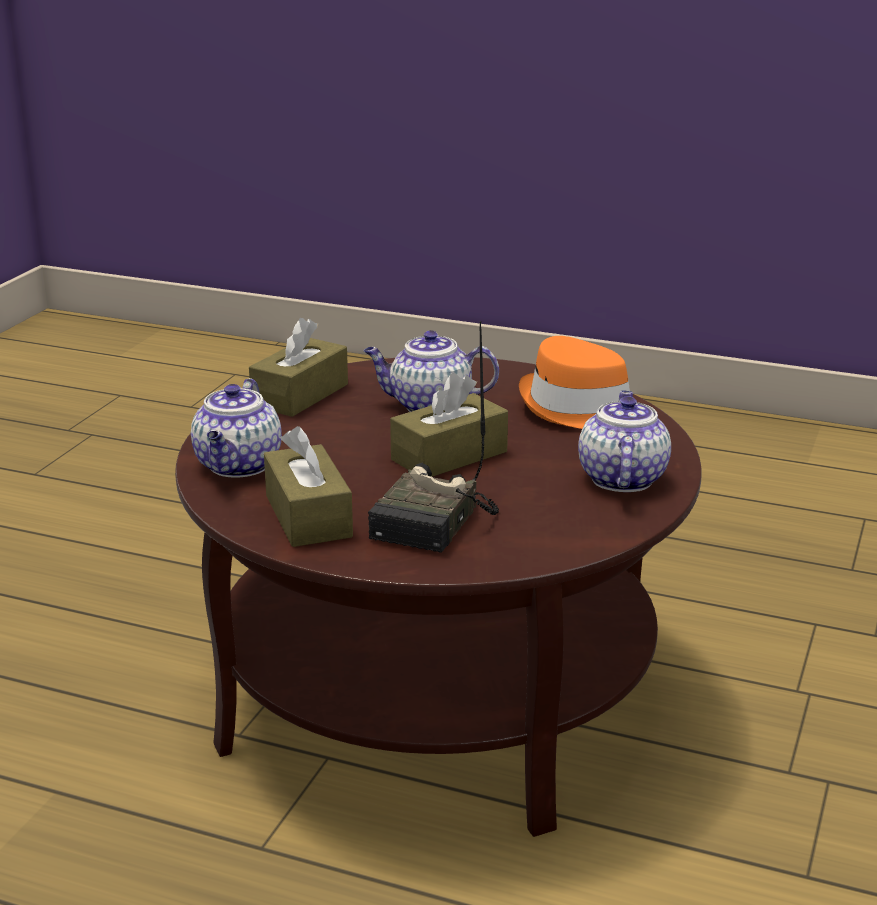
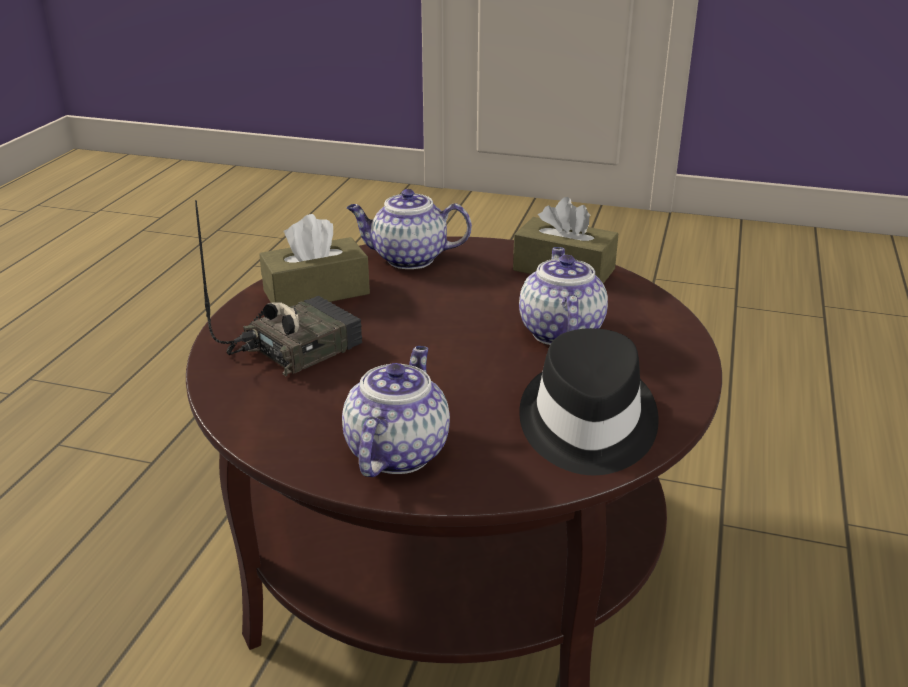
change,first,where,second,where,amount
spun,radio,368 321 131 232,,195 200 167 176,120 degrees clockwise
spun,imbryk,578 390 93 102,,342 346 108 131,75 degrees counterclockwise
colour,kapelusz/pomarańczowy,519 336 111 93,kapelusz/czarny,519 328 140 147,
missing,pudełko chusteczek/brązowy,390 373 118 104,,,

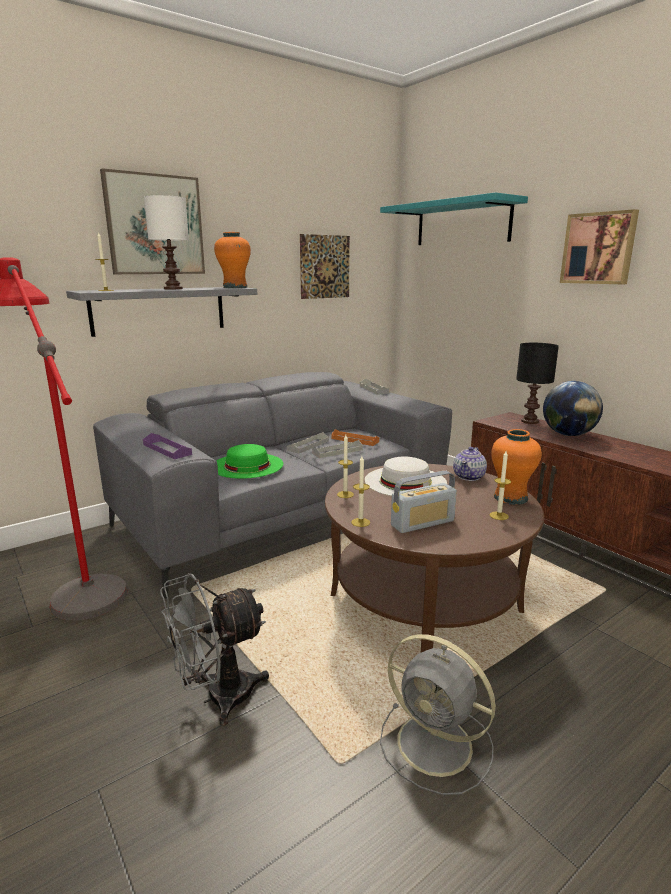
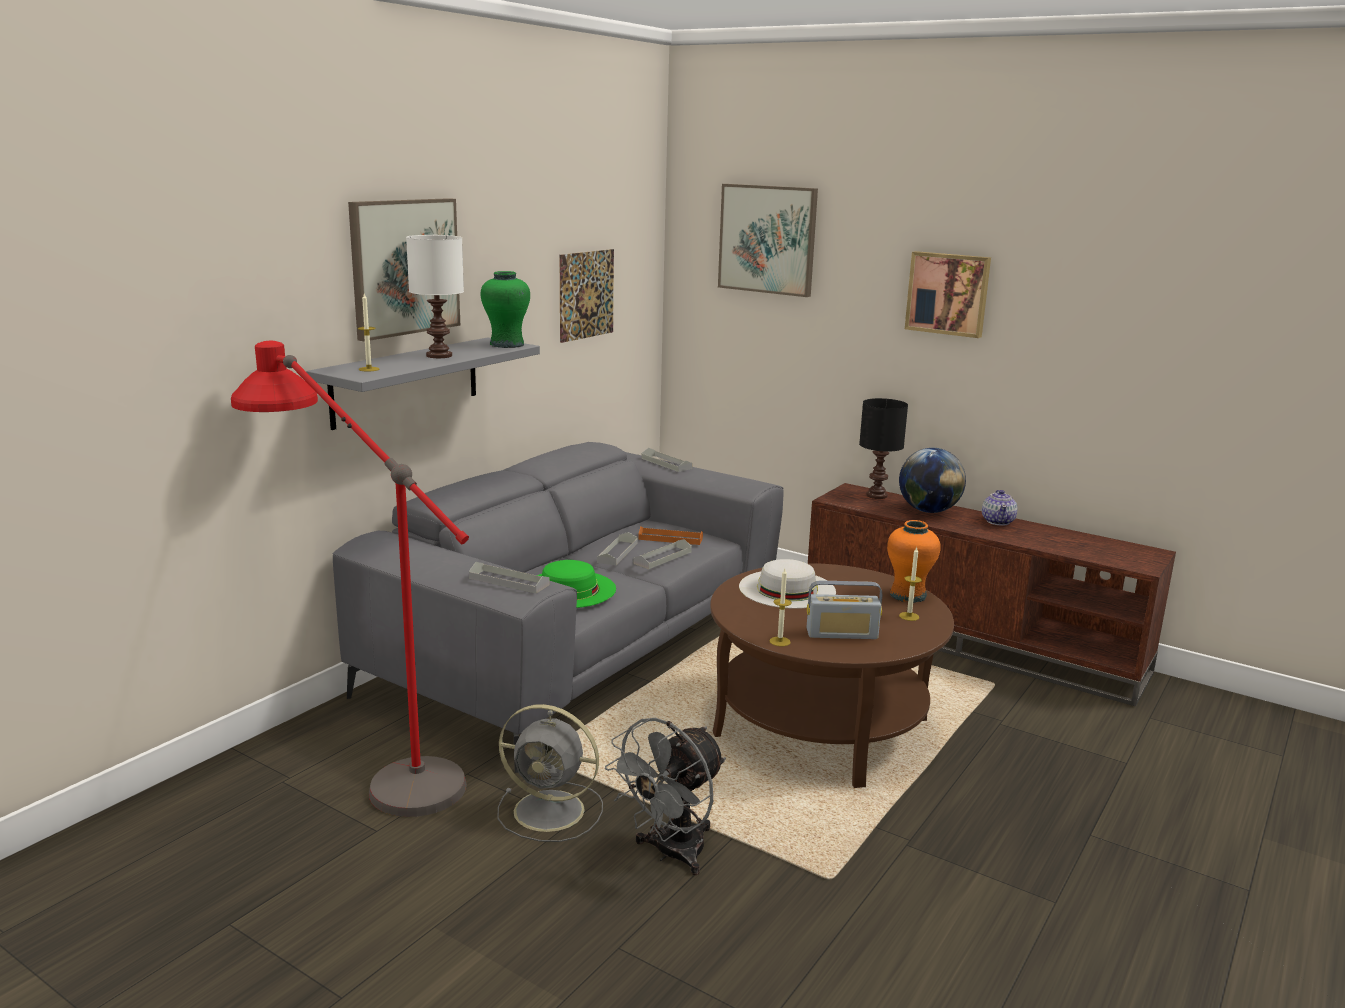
change,first,where,second,where,amount
colour,taca/fioletowy,143 433 49 26,taca/szary,469 562 81 32,
colour,wazon/pomarańczowy,214 232 37 56,wazon/zielony,481 271 49 77,
relocated,wentylator/szary,380 634 116 161,,497 704 106 138,
exchanged,półka/turkusowy,380 192 148 53,obraz,718 184 100 113,
spun,radio,391 471 66 62,,807 580 75 59,45 degrees clockwise
relocated,imbryk,453 447 34 34,,982 490 36 36,
missing,świeca,337 435 17 63,,,

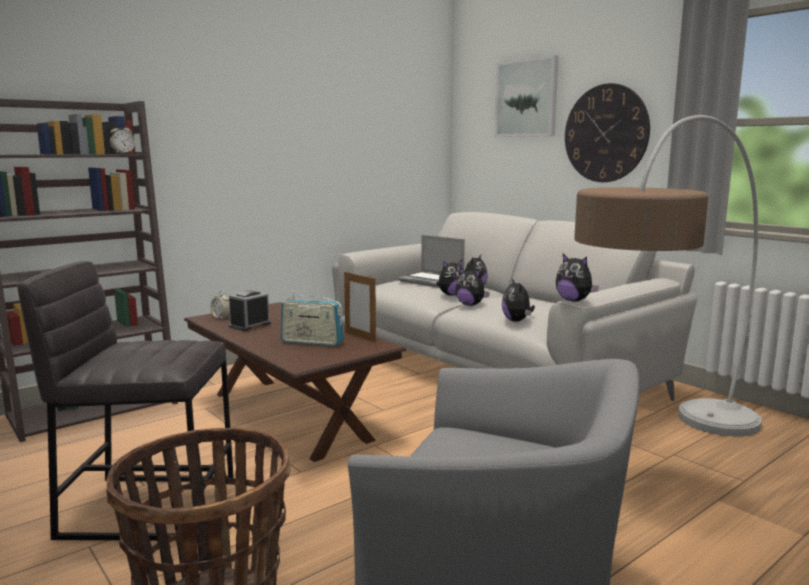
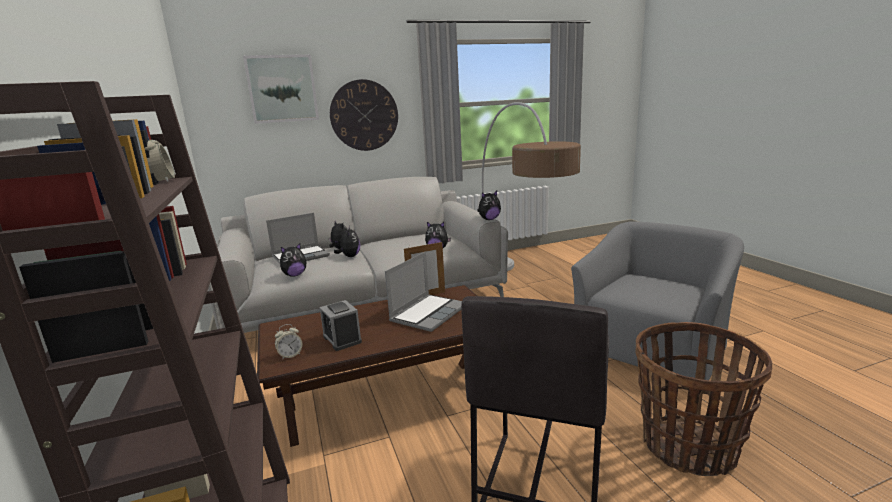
change,first,where,second,where,amount
relocated,pluszak,455 267 35 39,,280 243 26 34,
exchanged,radio,281 291 63 55,laptop,385 252 77 80,

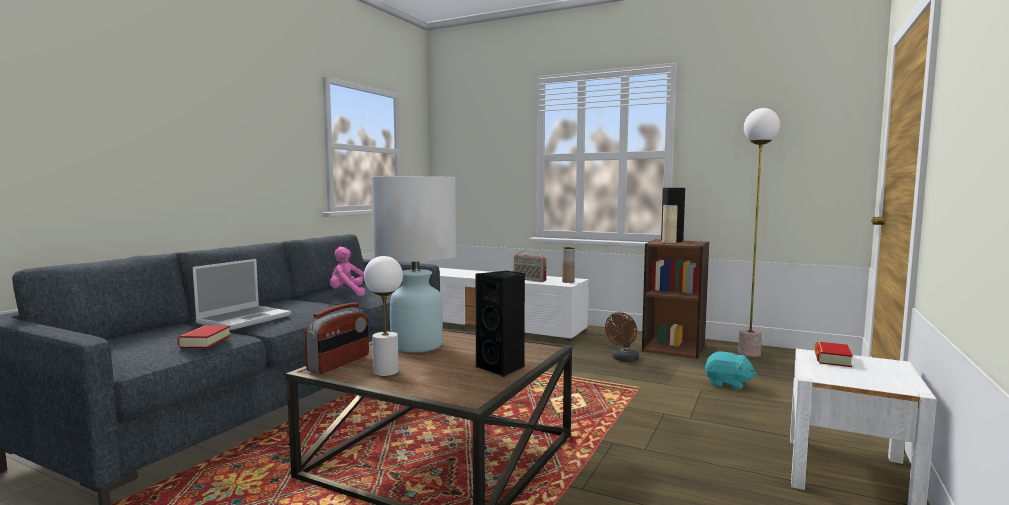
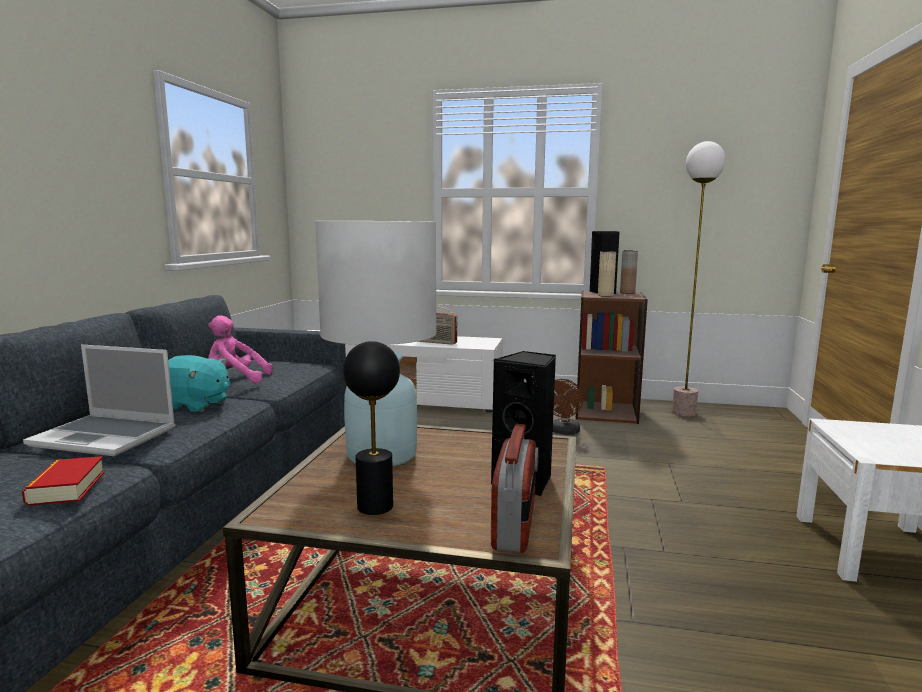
change,first,where,second,where,amount
spun,laptop,192 259 99 71,,23 345 153 111,90 degrees clockwise
relocated,pluszak/turkusowy,705 352 52 38,,168 355 62 57,
colour,lampa stołowa/biały,364 256 39 120,lampa stołowa/czarny,343 341 57 174,
relocated,radio,305 303 64 71,,491 424 48 129,
relocated,wazon/brązowy,562 247 13 36,,620 250 18 44,
missing,książka,815 342 38 25,,,

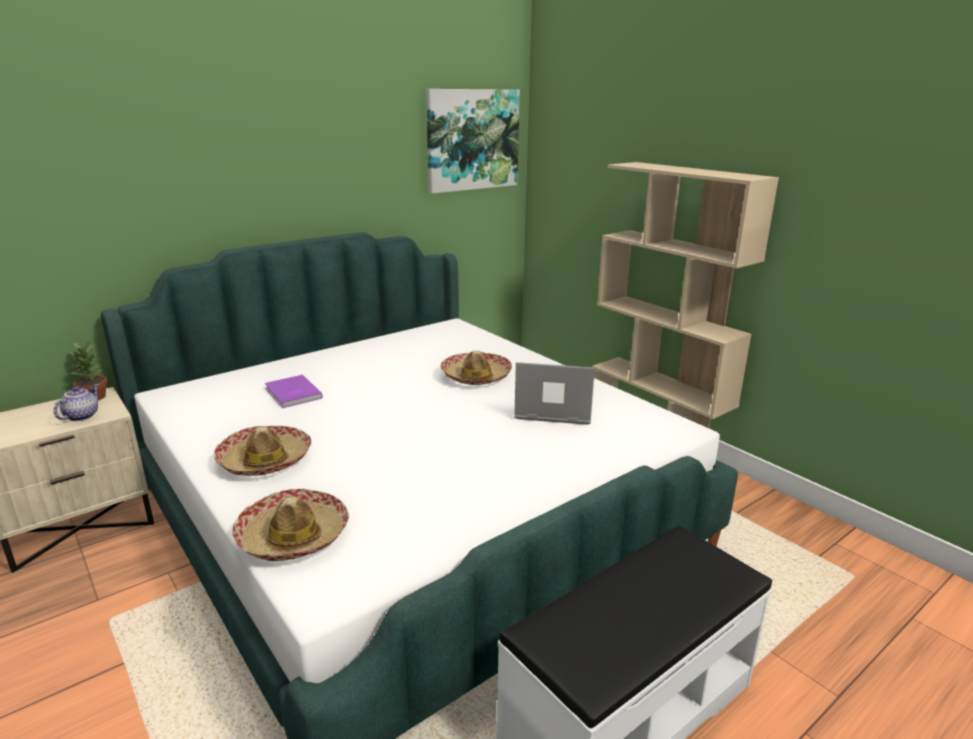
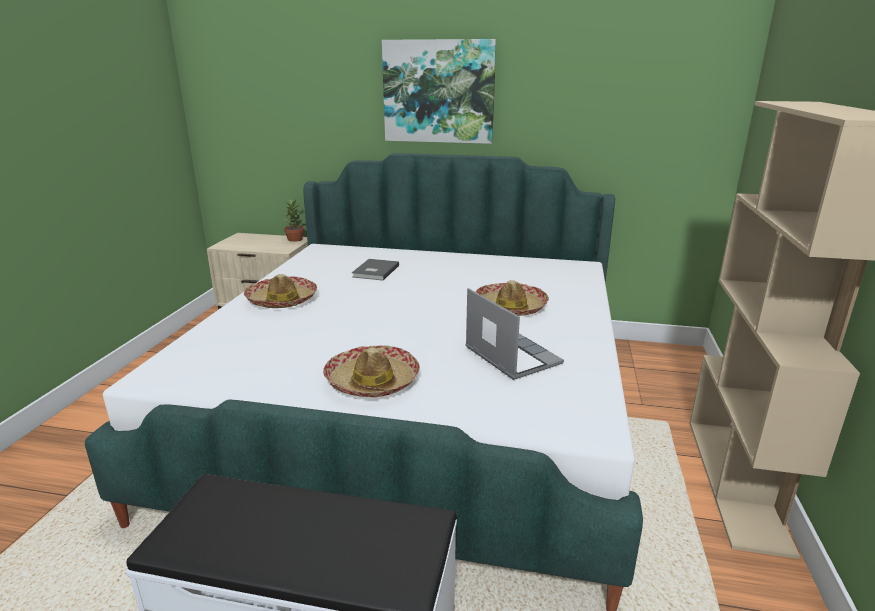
change,first,where,second,where,amount
relocated,kapelusz,232 489 117 72,,323 345 97 52,
colour,książka/fioletowy,265 375 58 33,książka/szary,352 259 47 22,
relocated,obraz,426 89 94 104,,382 39 114 105,
missing,imbryk,54 384 45 37,,,

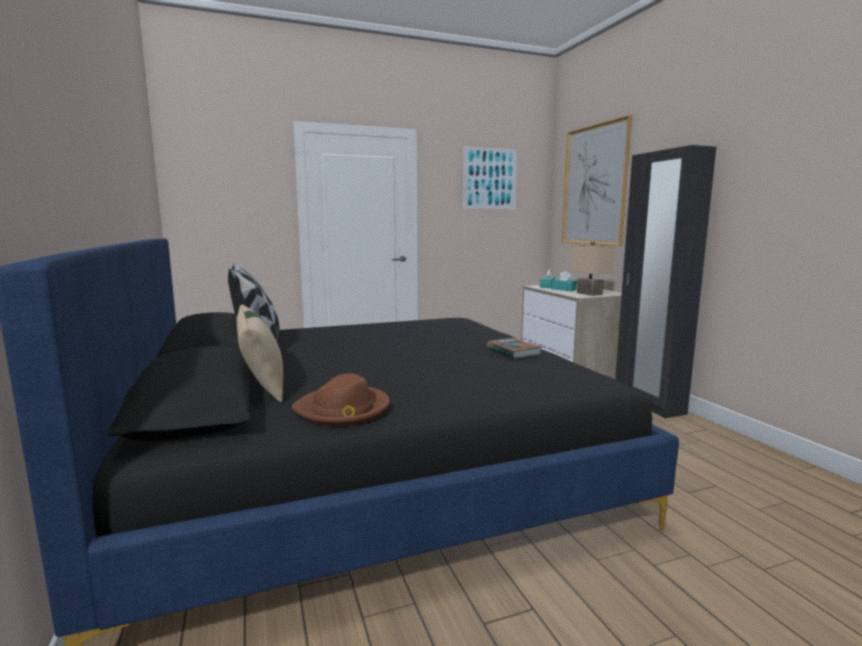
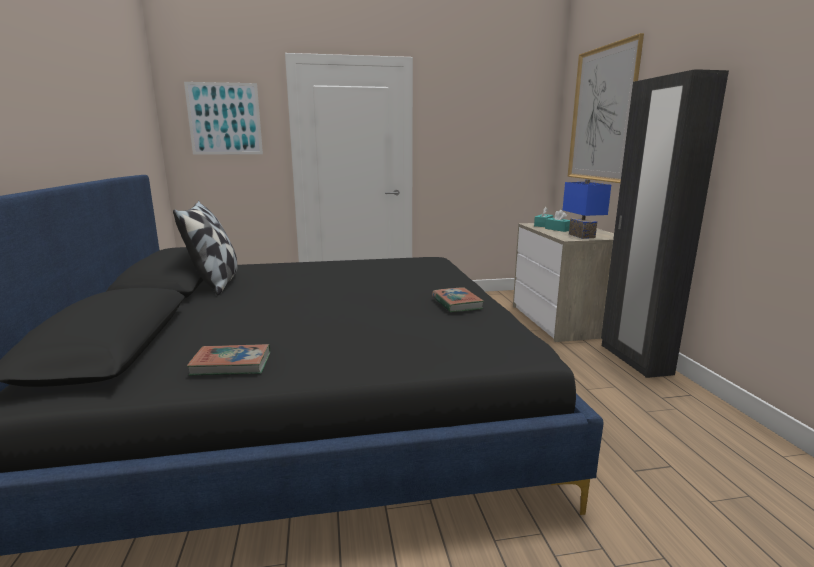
change,first,where,second,where,amount
relocated,obraz,463 146 54 63,,184 82 79 73,
exchanged,kapelusz/brązowy,291 373 99 53,książka,187 344 83 32,
colour,lampa stołowa/beżowy,570 242 45 54,lampa stołowa/niebieski,563 179 48 60,
missing,poduszka/beżowy,237 305 46 98,,,

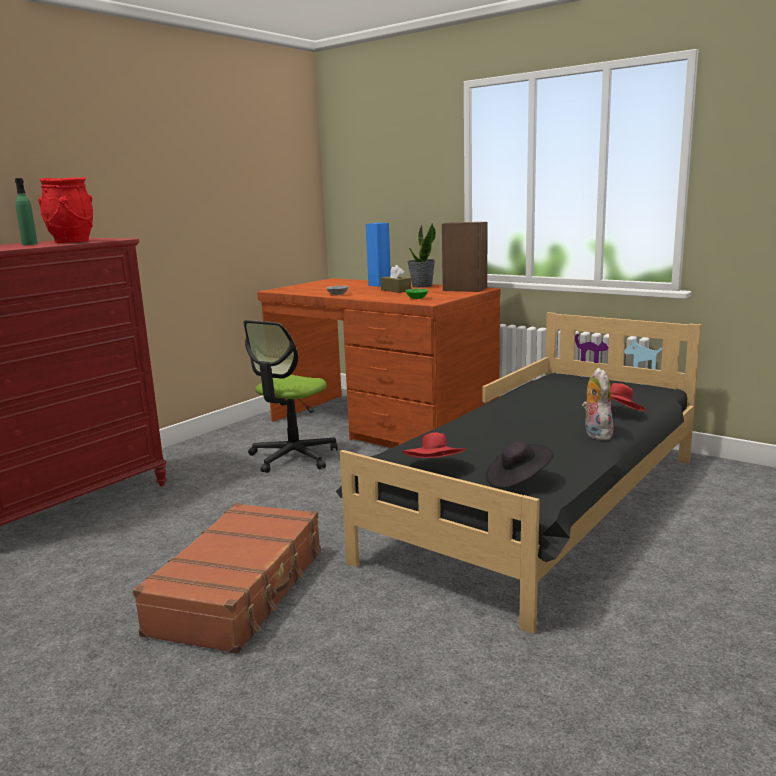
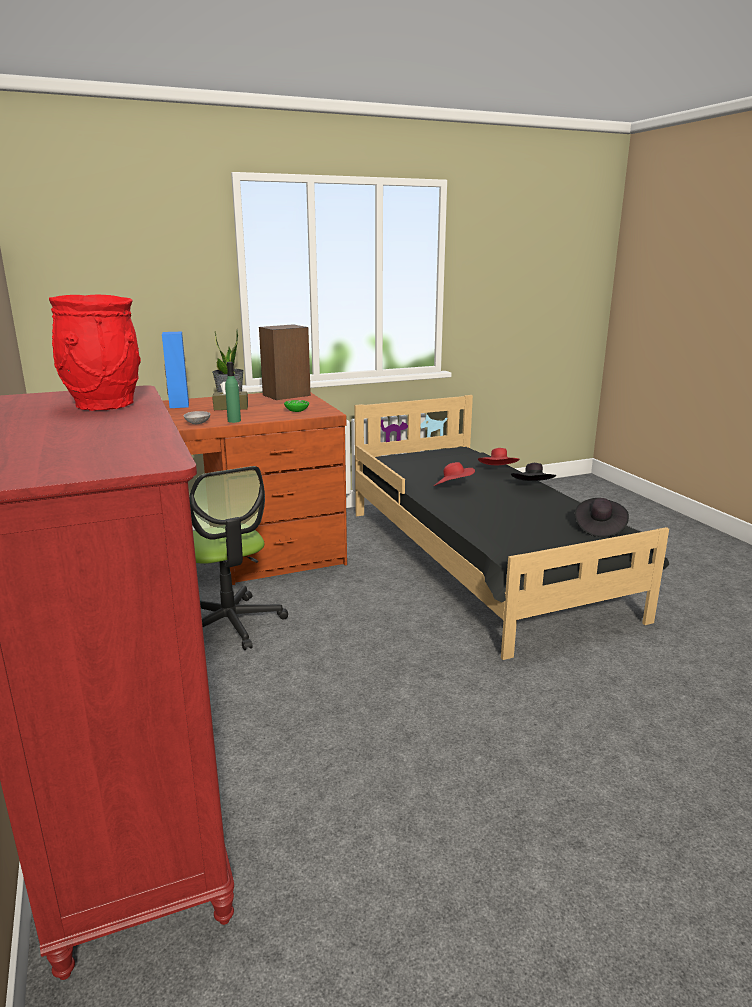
change,first,where,second,where,amount
relocated,butelka/zielony,15 178 23 67,,225 362 16 61,
relocated,kapelusz/czerwony,402 432 64 26,,434 462 41 24,
exchanged,pluszak,582 368 32 72,kapelusz/czarny,511 463 45 18,
missing,walizka/brązowy,133 503 189 151,,,

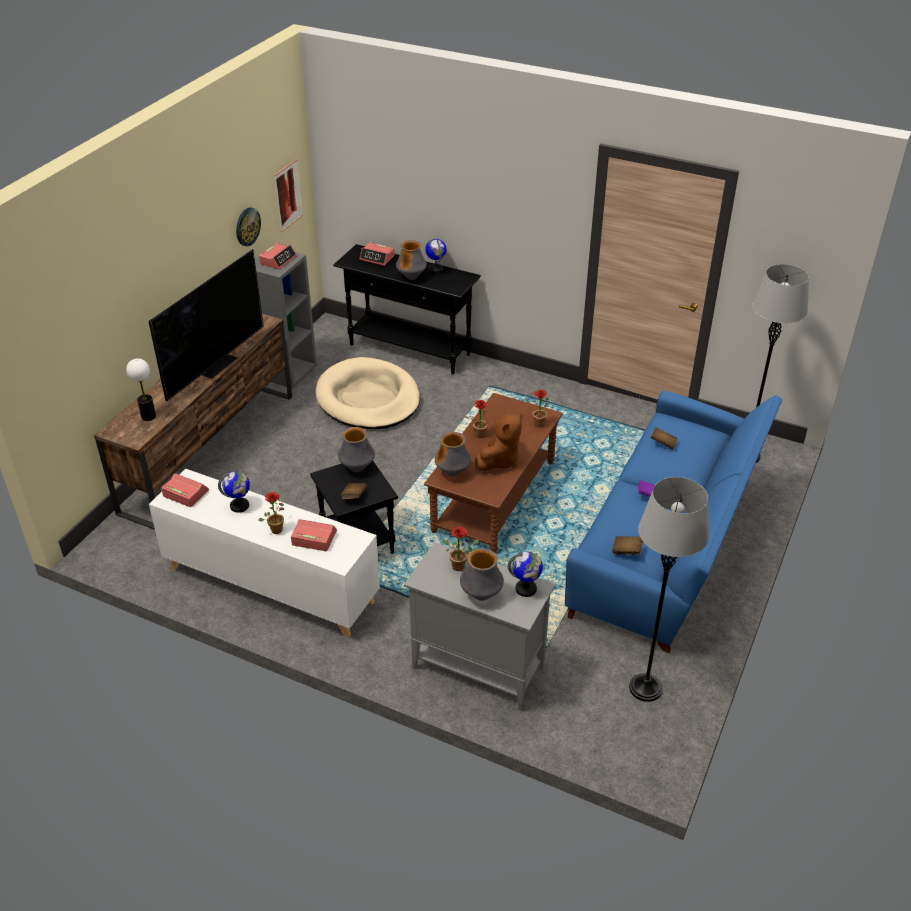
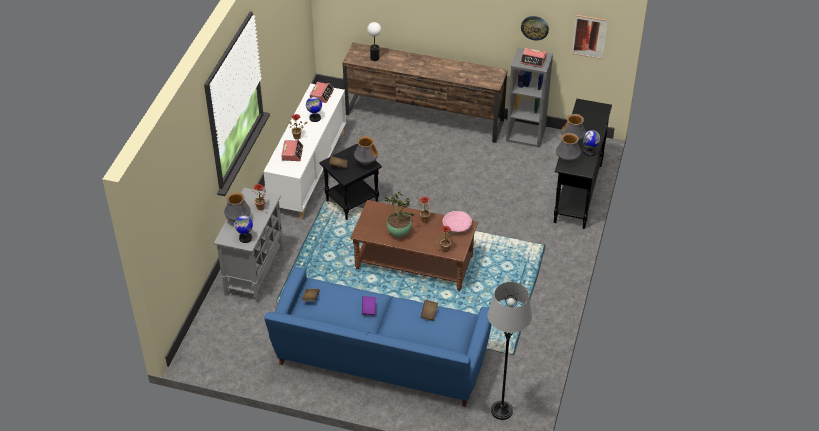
change,first,where,second,where,amount
exchanged,pluszak/brązowy,475 413 48 58,roślina doniczkowa,385 191 30 46,
appeared,,,miska/różowy,443 211 29 23,
relocated,wazon,435 432 36 44,,556 133 25 30,
missing,telewizor,149 249 115 152,,,
missing,legowisko/beżowy,315 357 105 72,,,
missing,budzik,360 242 35 24,,,
missing,lampa stojąca/szary,629 477 80 225,,,

